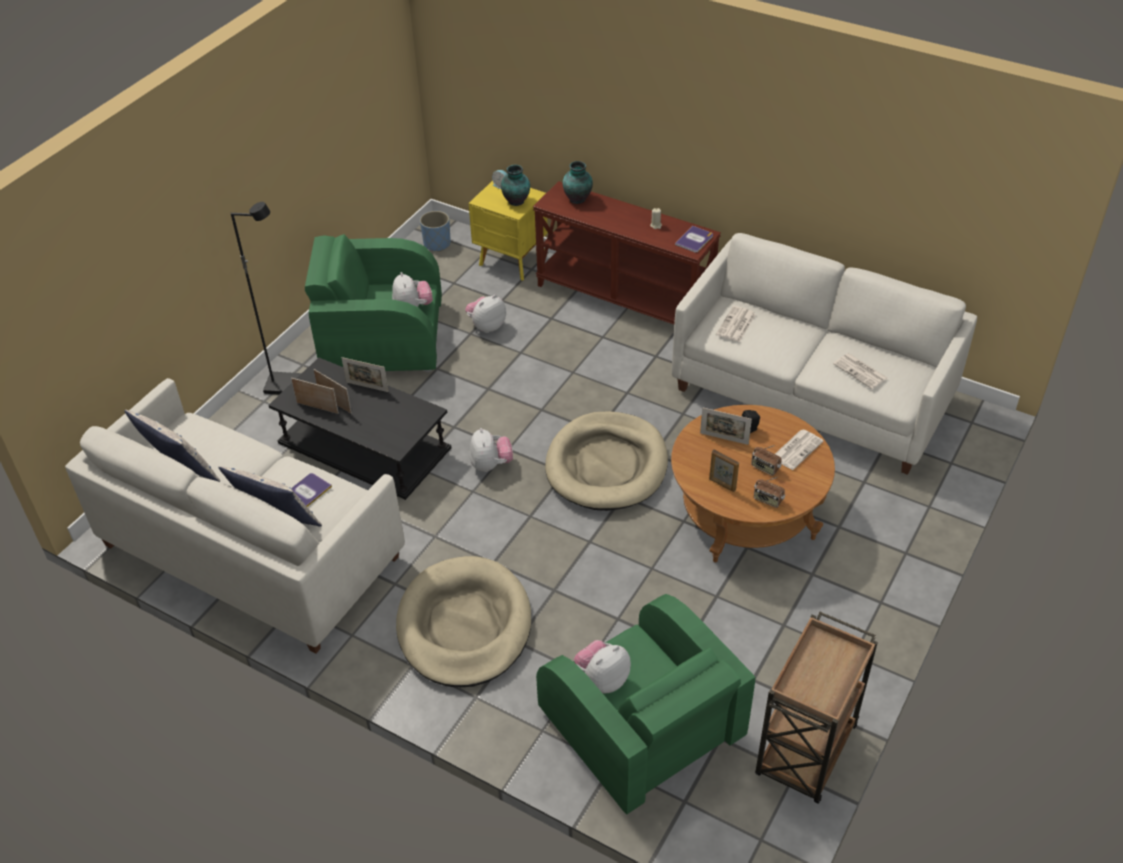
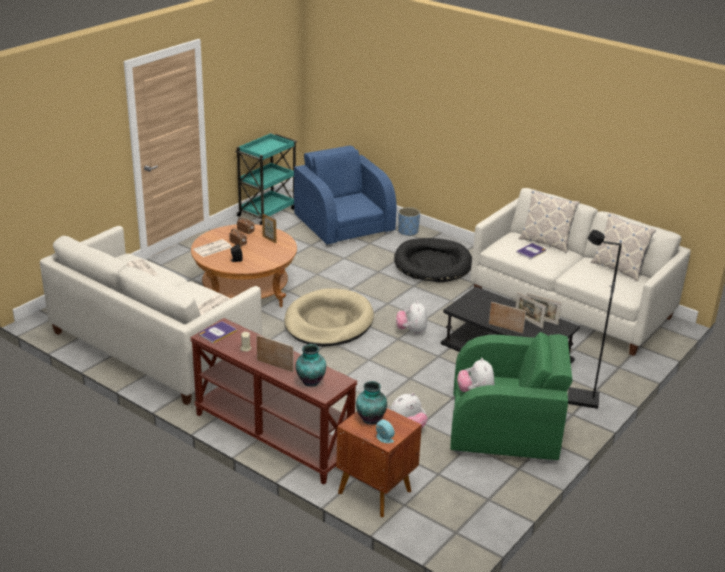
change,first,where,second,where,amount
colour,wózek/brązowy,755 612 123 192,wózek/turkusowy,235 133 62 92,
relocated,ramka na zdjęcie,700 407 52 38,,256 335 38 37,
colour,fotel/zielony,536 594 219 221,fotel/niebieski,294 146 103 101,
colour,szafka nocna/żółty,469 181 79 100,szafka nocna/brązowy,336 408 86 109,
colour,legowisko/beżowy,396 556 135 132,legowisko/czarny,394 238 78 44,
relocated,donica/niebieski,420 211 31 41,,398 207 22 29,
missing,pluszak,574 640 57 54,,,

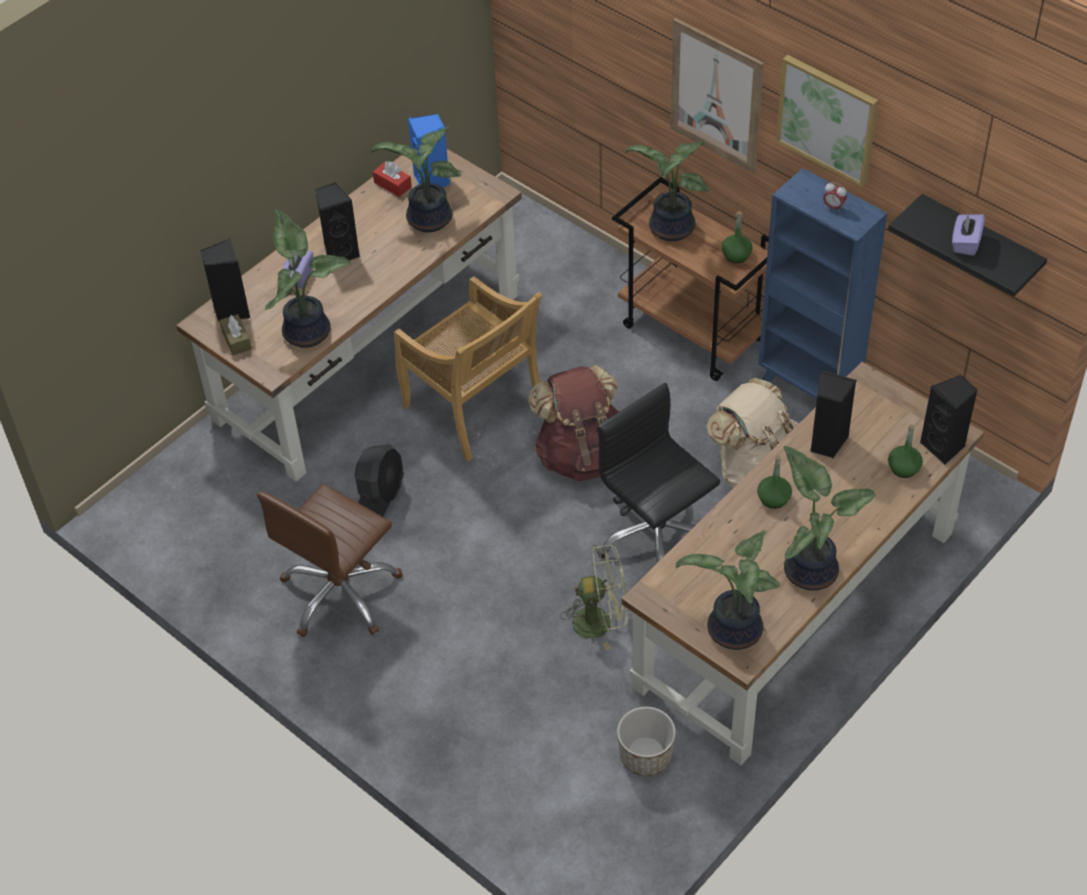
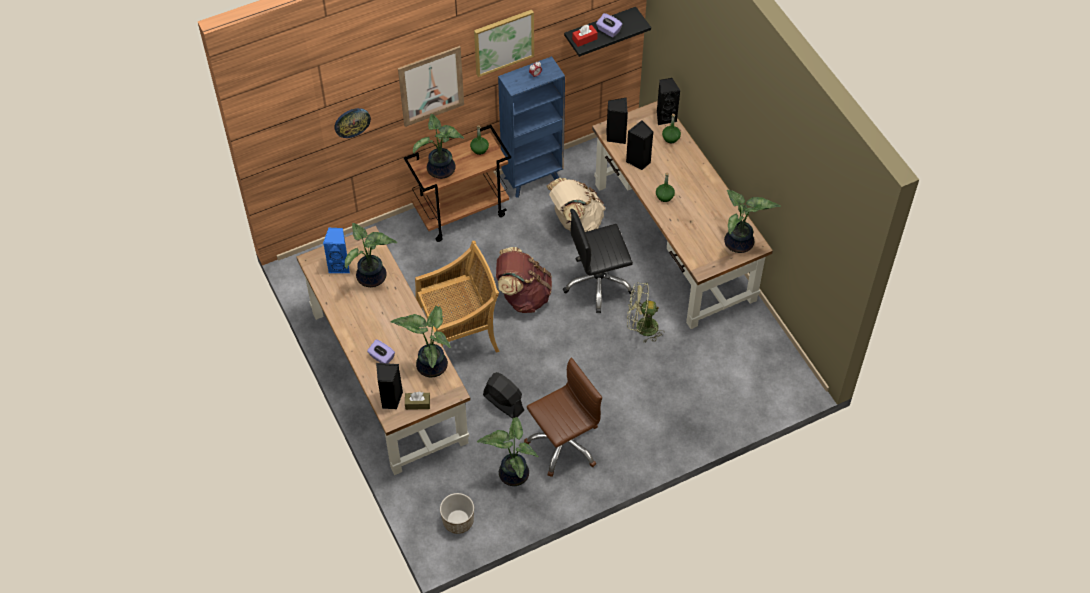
change,first,where,second,where,amount
appeared,,,zegar ścienny,335 108 36 30,
relocated,donica,617 707 59 69,,440 493 34 41,
relocated,roślina doniczkowa,783 446 93 145,,477 417 62 69,
spun,krzesło biurowe/brązowy,257 484 146 153,,524 358 78 119,90 degrees counterclockwise
relocated,pudełko chusteczek/czerwony,373 161 39 36,,572 24 26 23,
relocated,głośnik/czarny,315 183 45 78,,606 97 22 47,
spun,wentylator/zielony,560 545 68 105,,627 282 38 61,105 degrees counterclockwise

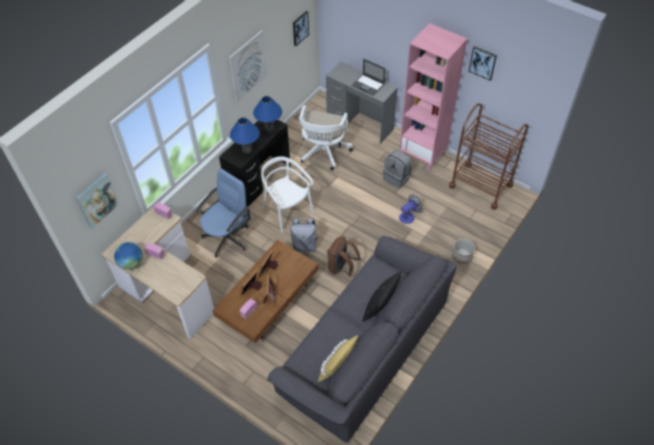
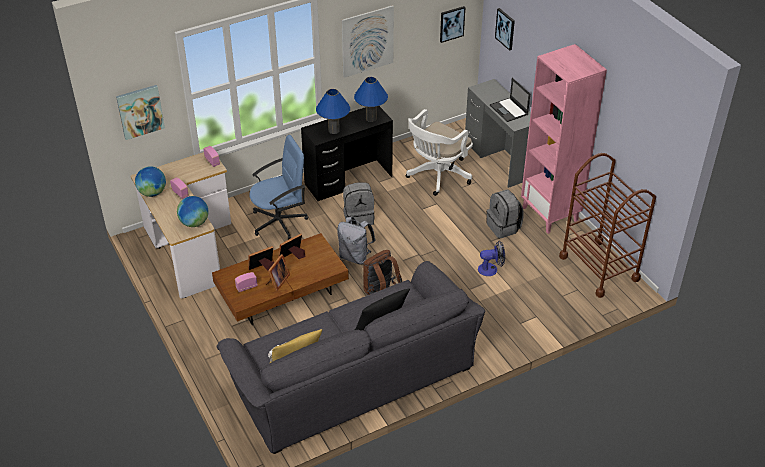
change,first,where,second,where,amount
appeared,,,globus,177 196 32 31,
exchanged,krzesło/biały,261 156 53 76,plecak/szary,343 182 32 44,
relocated,obraz,469 46 28 35,,495 8 20 43,
missing,donica,452 239 23 25,,,

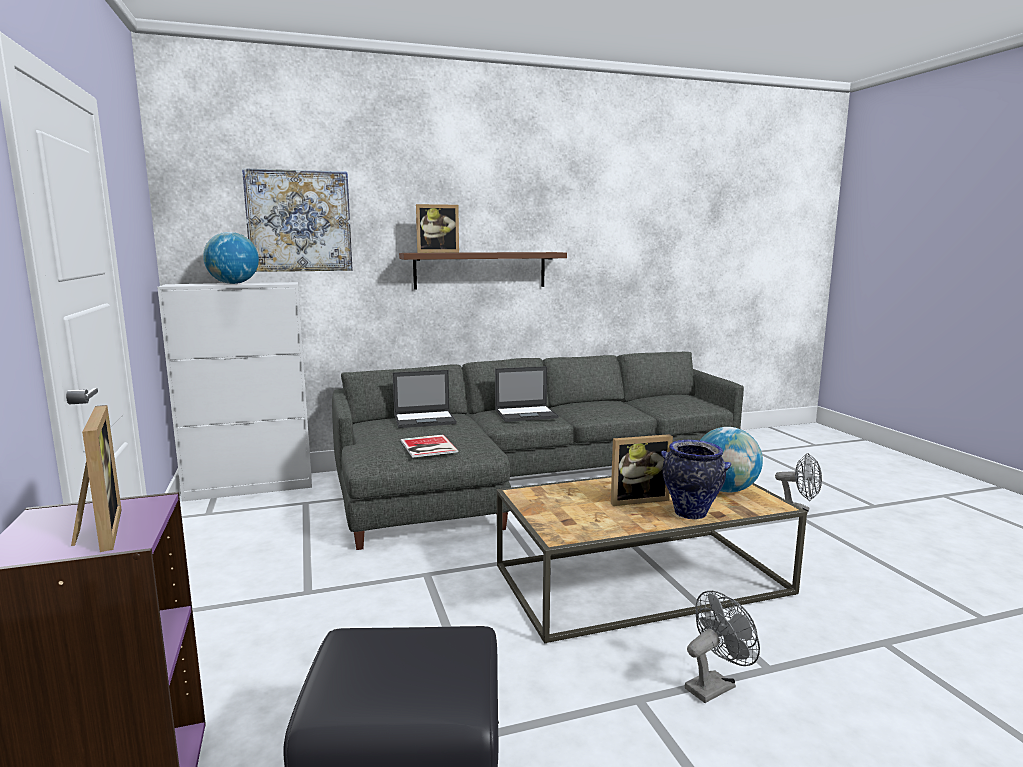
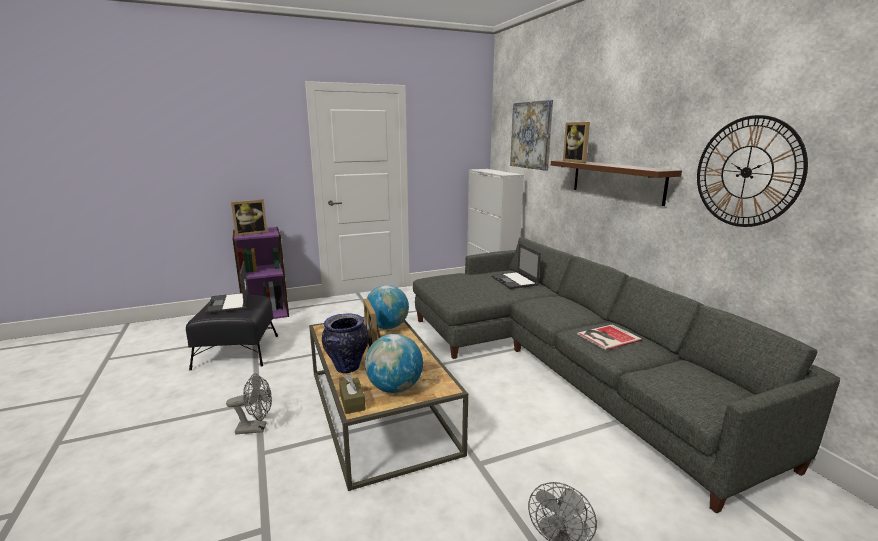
change,first,where,second,where,amount
relocated,laptop,495 366 64 56,,206 261 43 53,
spun,wentylator/szary,685 591 75 112,,226 374 46 60,60 degrees counterclockwise
appeared,,,pudełko chusteczek/brązowy,339 374 27 40,
relocated,globus,203 232 56 52,,366 285 43 44,
relocated,książka,401 434 57 24,,577 324 65 26,
appeared,,,zegar ścienny,697 115 111 112,

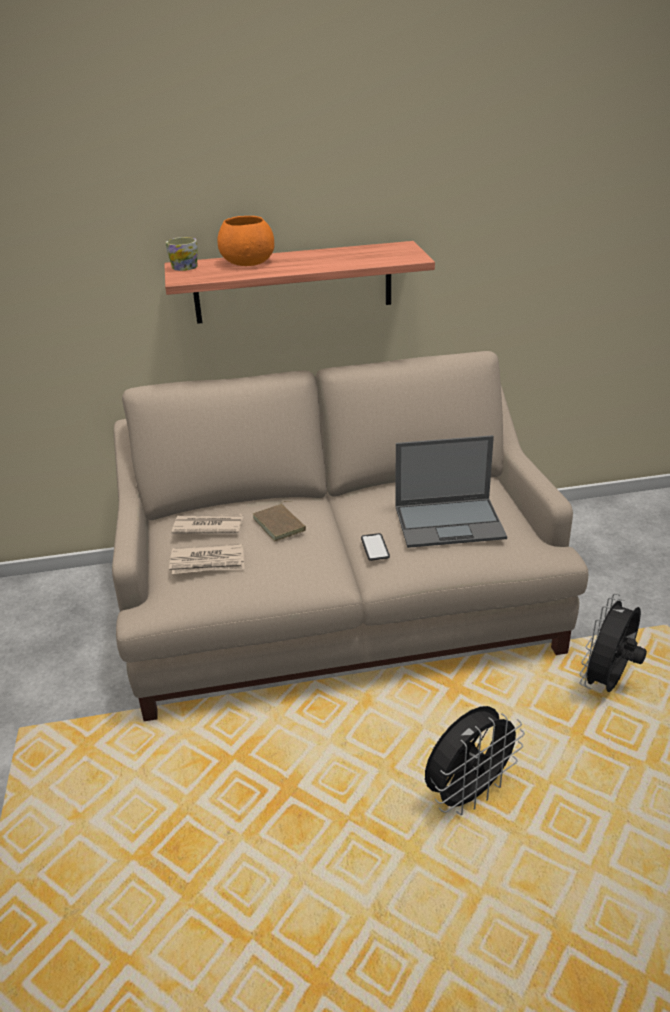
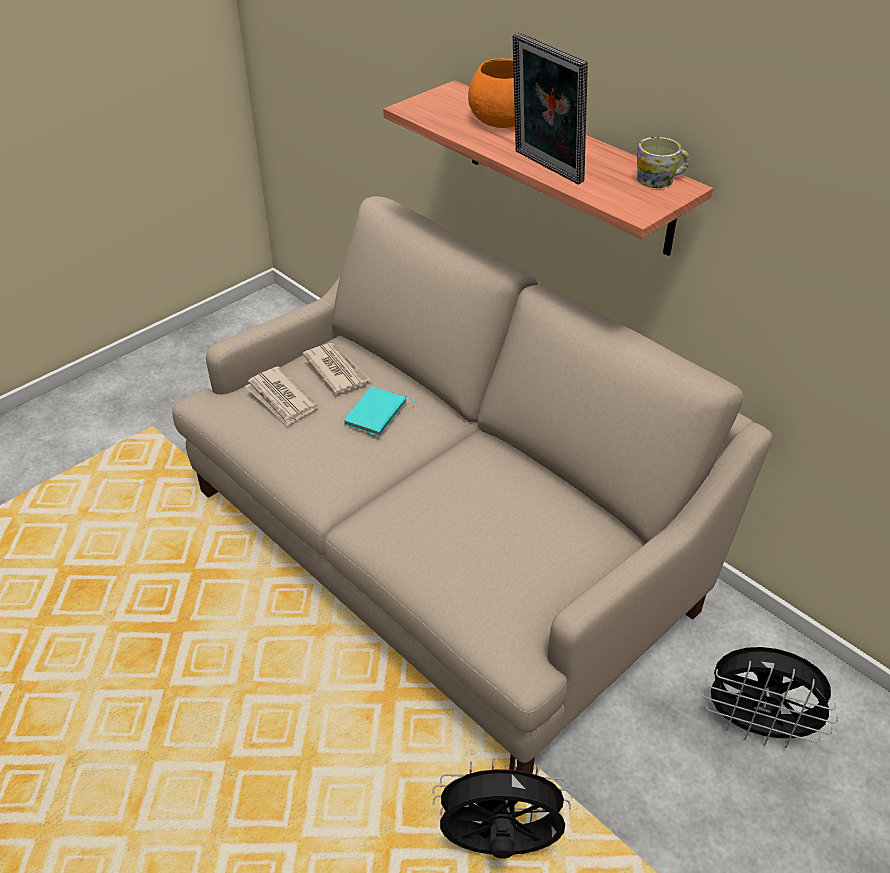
change,first,where,second,where,amount
colour,książka/brązowy,253 501 53 40,książka/turkusowy,344 386 73 50,
appeared,,,ramka na zdjęcie,512 32 76 152,
relocated,kubek,166 237 32 34,,637 137 53 51,
relocated,wentylator/czarny,425 706 100 109,,702 647 136 101,
missing,telefon,361 533 29 28,,,
missing,laptop,395 435 112 113,,,

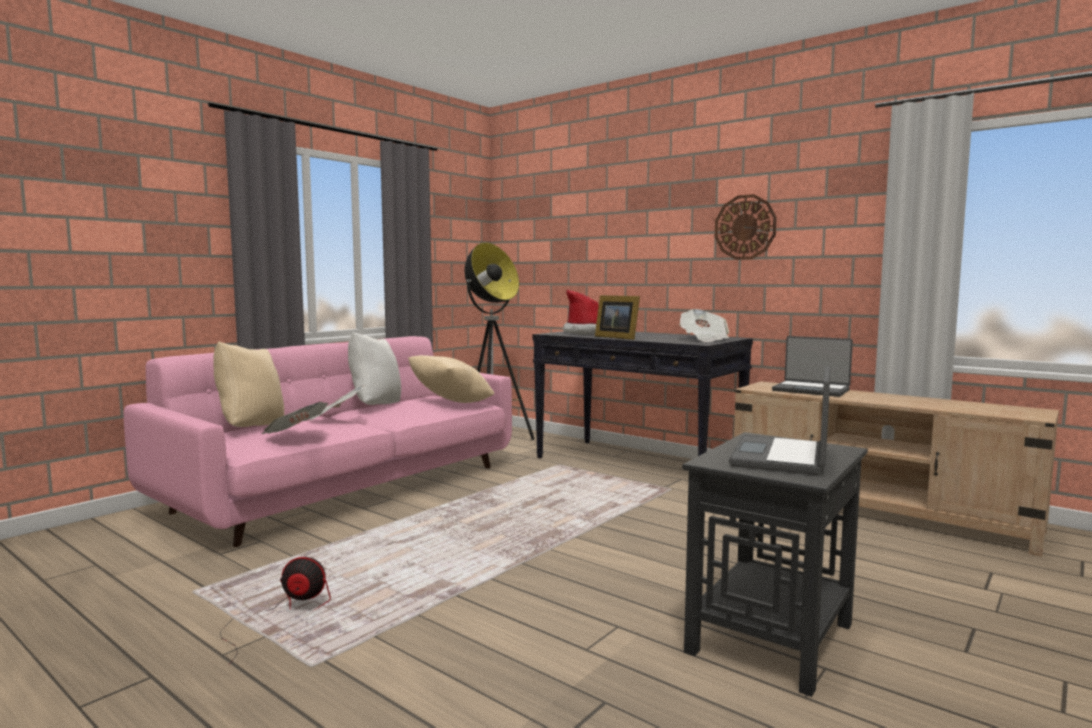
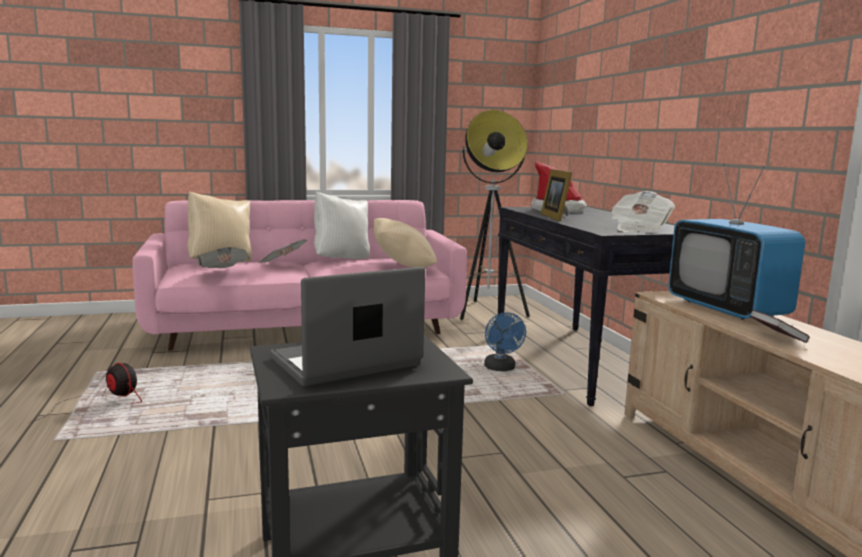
change,first,where,second,where,amount
appeared,,,wentylator/niebieski,484 312 42 59,
exchanged,laptop,772 336 81 61,telewizor,668 164 138 156,
appeared,,,książka,750 310 60 33,
missing,zegar ścienny,715 194 62 66,,,

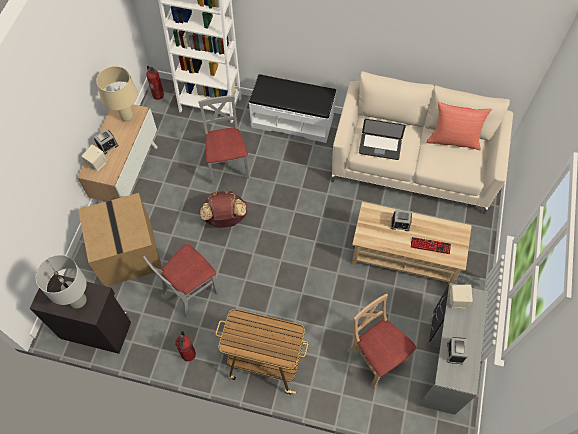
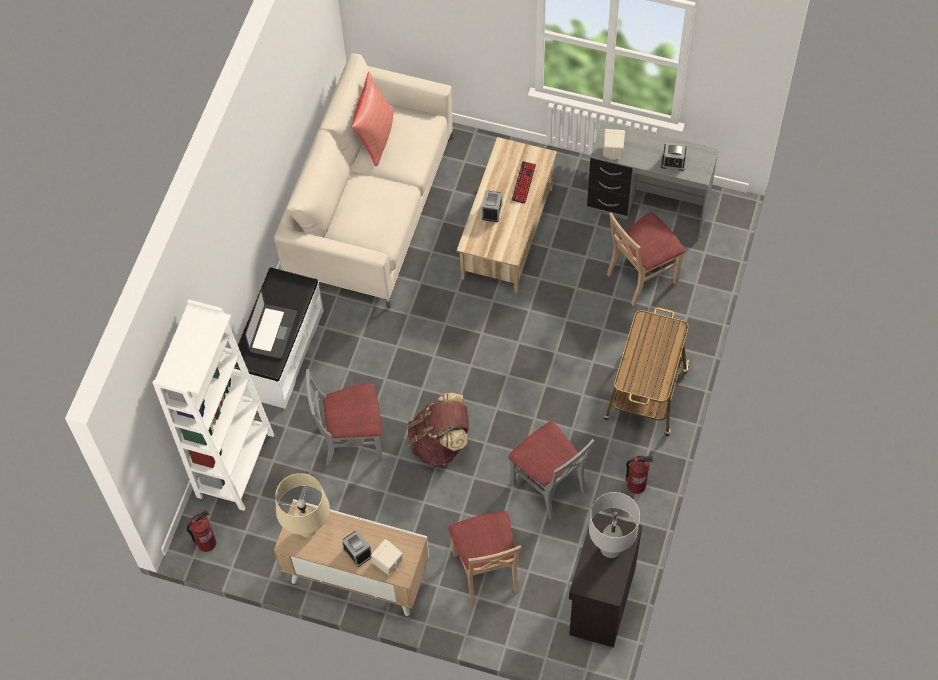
change,first,where,second,where,amount
relocated,laptop,359 119 47 41,,245 288 52 71,
exchanged,karton,78 193 84 93,krzesło/beżowy,449 511 72 93,

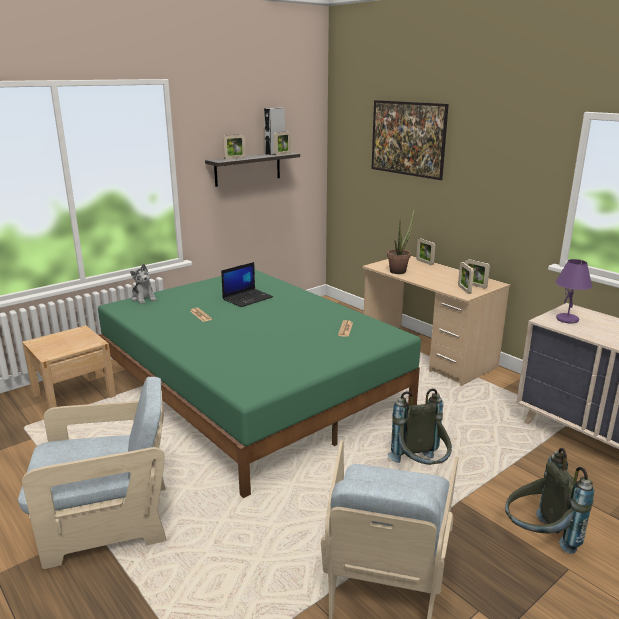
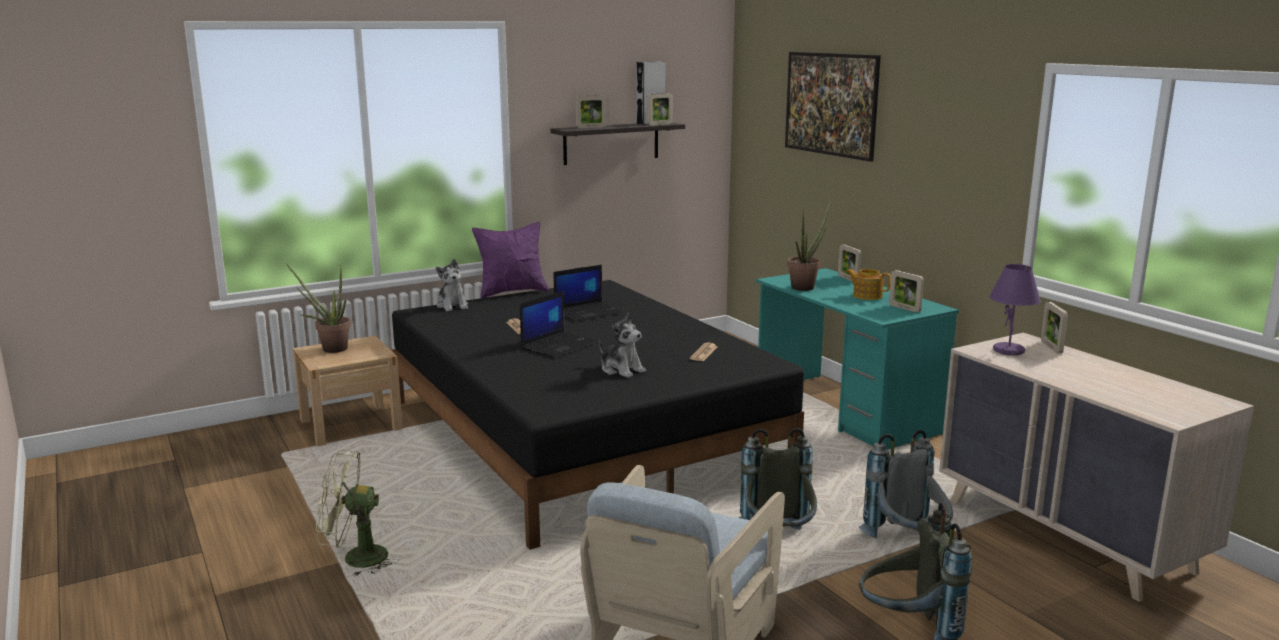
change,first,where,second,where,amount
appeared,,,roślina doniczkowa,286 263 65 90,
exchanged,fotel/beżowy,18 377 148 192,wentylator/zielony,316 450 83 126,
colour,łóżko/zielony,98 270 323 228,łóżko/czarny,391 280 413 270,
appeared,,,poduszka/fioletowy,472 222 77 76,
appeared,,,laptop,520 291 77 67,
appeared,,,pluszak,599 312 47 66,
colour,biurko/beżowy,362 255 149 131,biurko/turkusowy,756 268 203 181,
appeared,,,imbryk,846 269 45 31,
appeared,,,plecak/szary,859 430 94 108,
relocated,ramka na zdjęcie,458 262 16 32,,1041 302 27 51,

